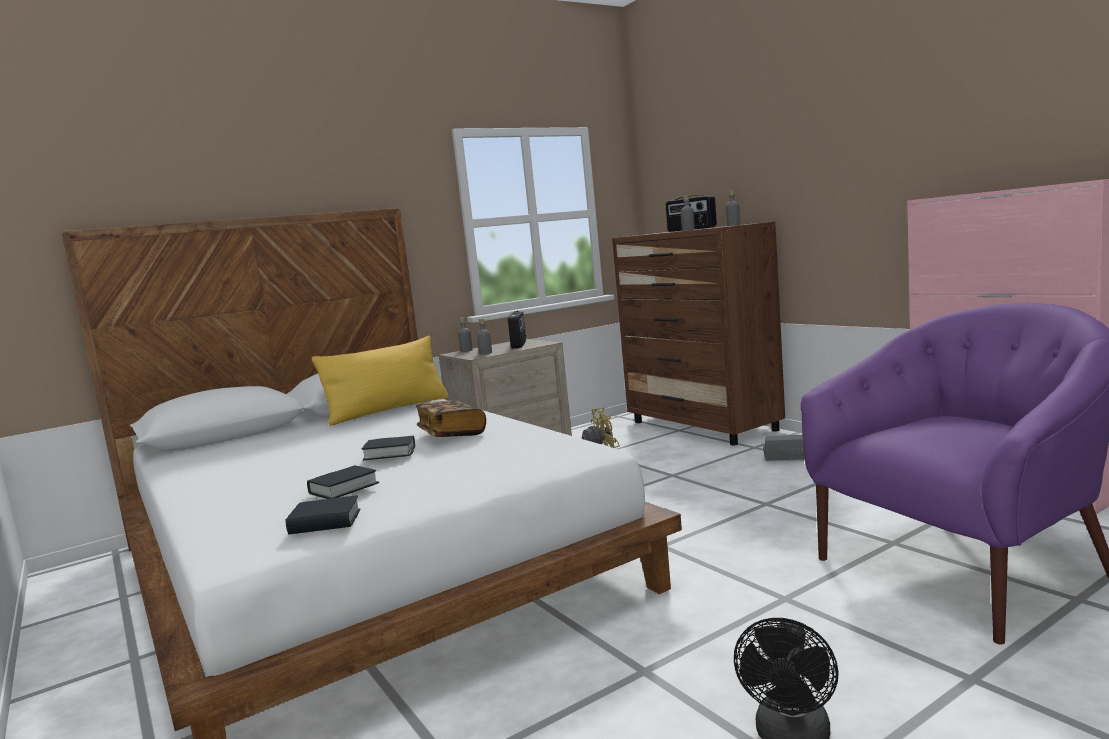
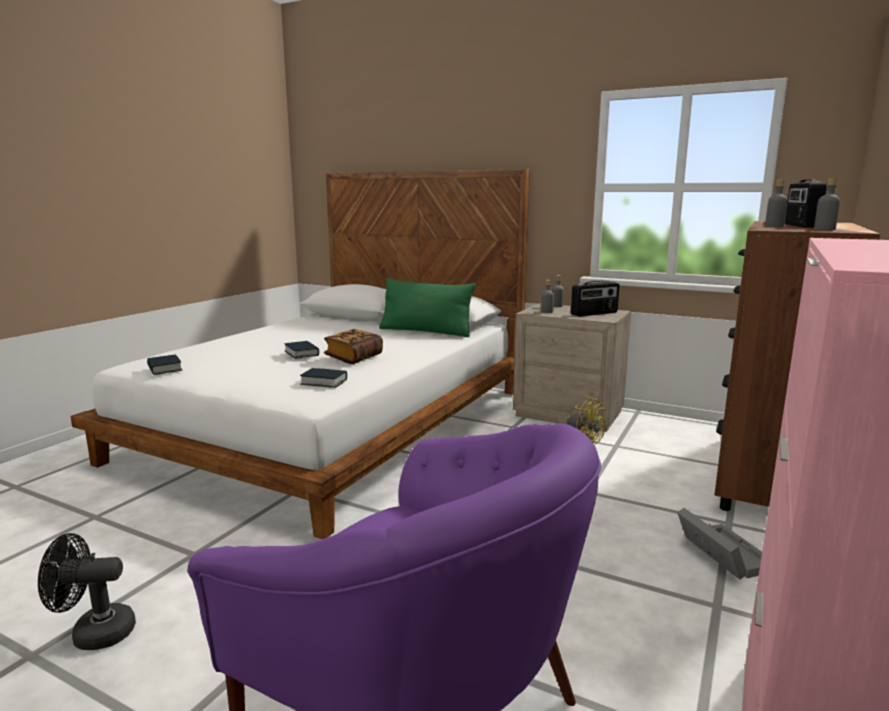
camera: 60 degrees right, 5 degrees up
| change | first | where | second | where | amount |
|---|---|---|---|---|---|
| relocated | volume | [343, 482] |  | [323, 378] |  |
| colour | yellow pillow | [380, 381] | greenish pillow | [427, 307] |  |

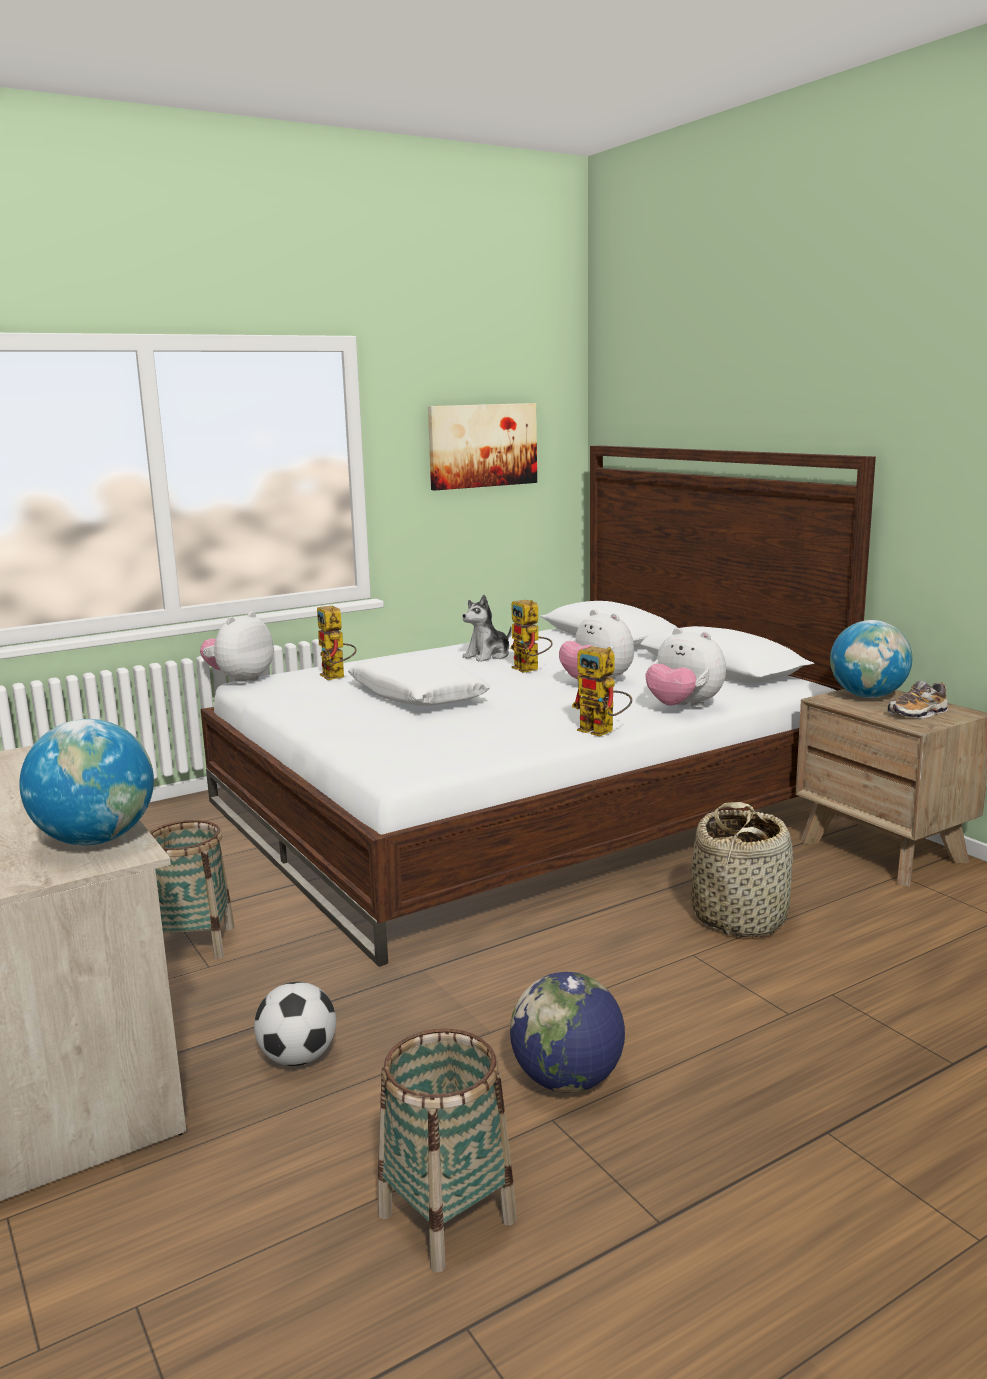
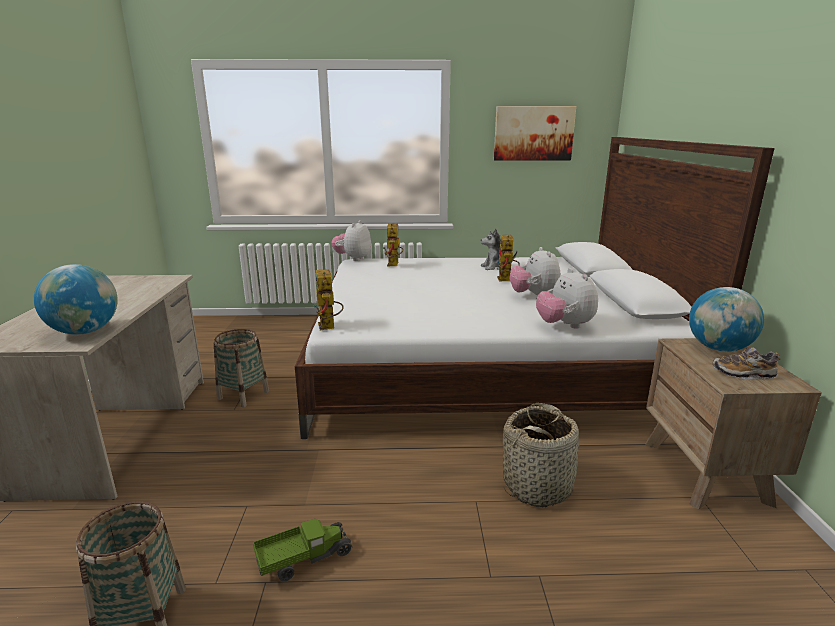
camera: 30 degrees right, 5 degrees up
| change | first | where | second | where | amount |
|---|---|---|---|---|---|
| missing | football | [295, 1024] |  |  |  |
| missing | whitish pillow | [419, 680] |  |  |  |
| relocated | toy robot | [602, 691] |  | [329, 299] |  |
| exchanged | desk globe | [567, 1032] | toy lorry | [302, 549] |  |
| spun | soft toy | [237, 648] |  | [351, 240] | 45 degrees counterclockwise |

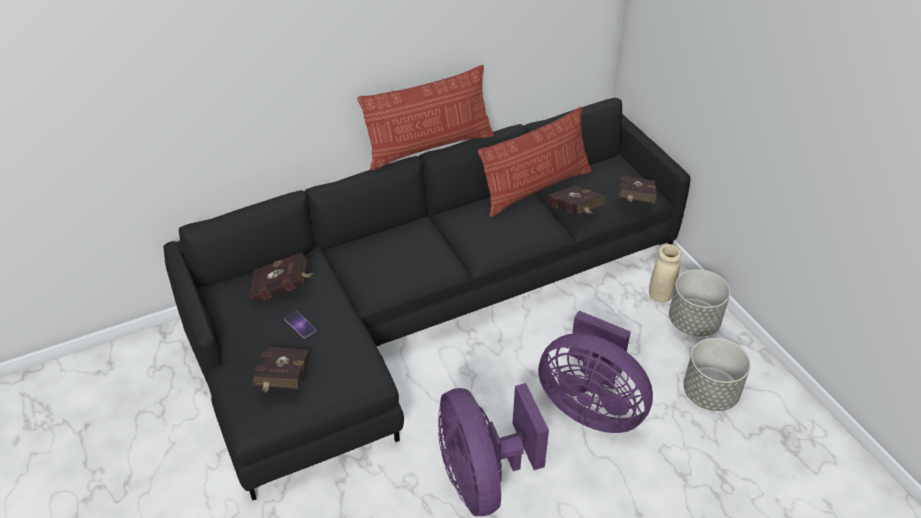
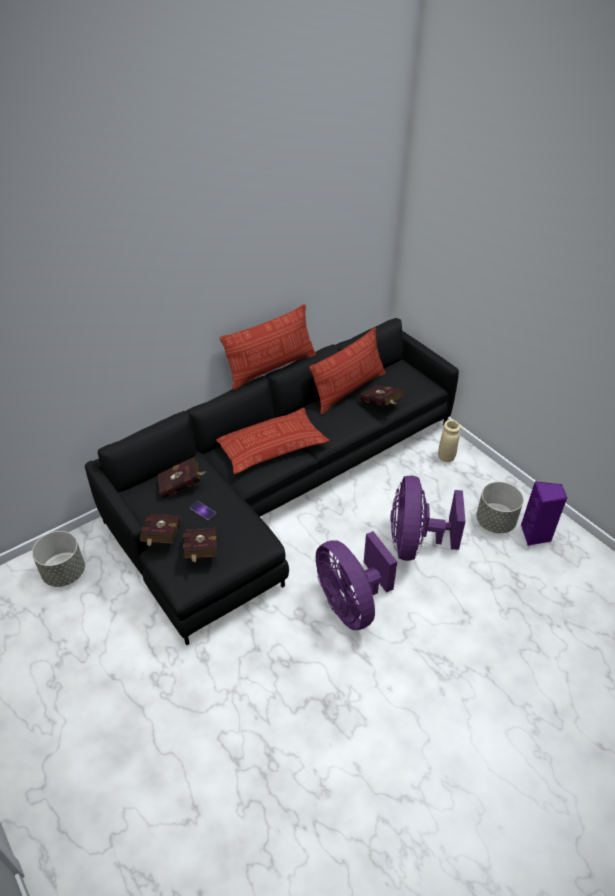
camera: 10 degrees left, 0 degrees up
| change | first | where | second | where | amount |
|---|---|---|---|---|---|
| appeared |  |  | pillow | [273, 441] |  |
| appeared |  |  | purple speaker | [544, 513] |  |
| relocated | red volume | [637, 189] |  | [160, 530] |  |
| relocated | gray plant pot | [699, 302] |  | [58, 559] |  |
| spun | purple cooling fan | [595, 372] |  | [428, 518] | 75 degrees clockwise |

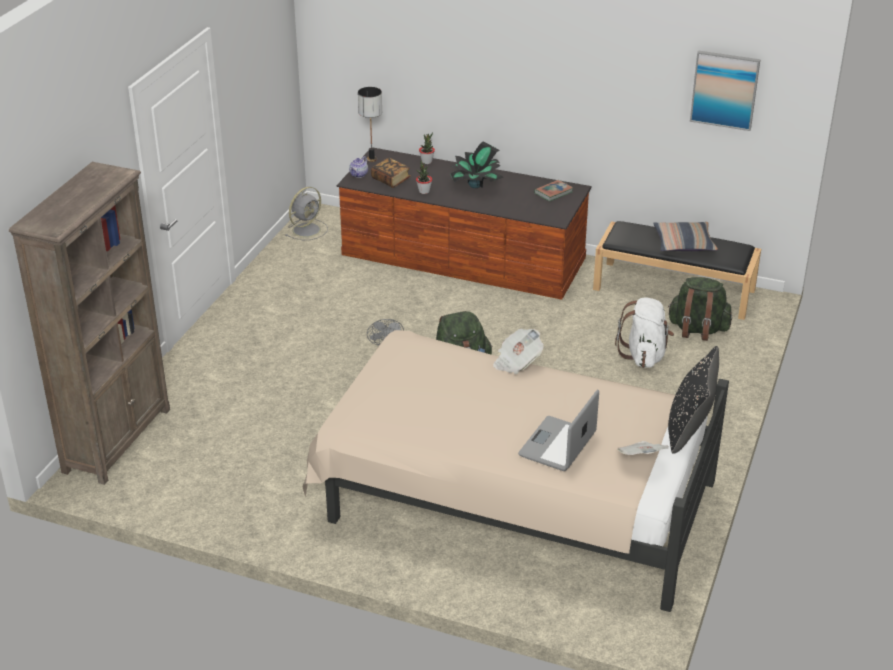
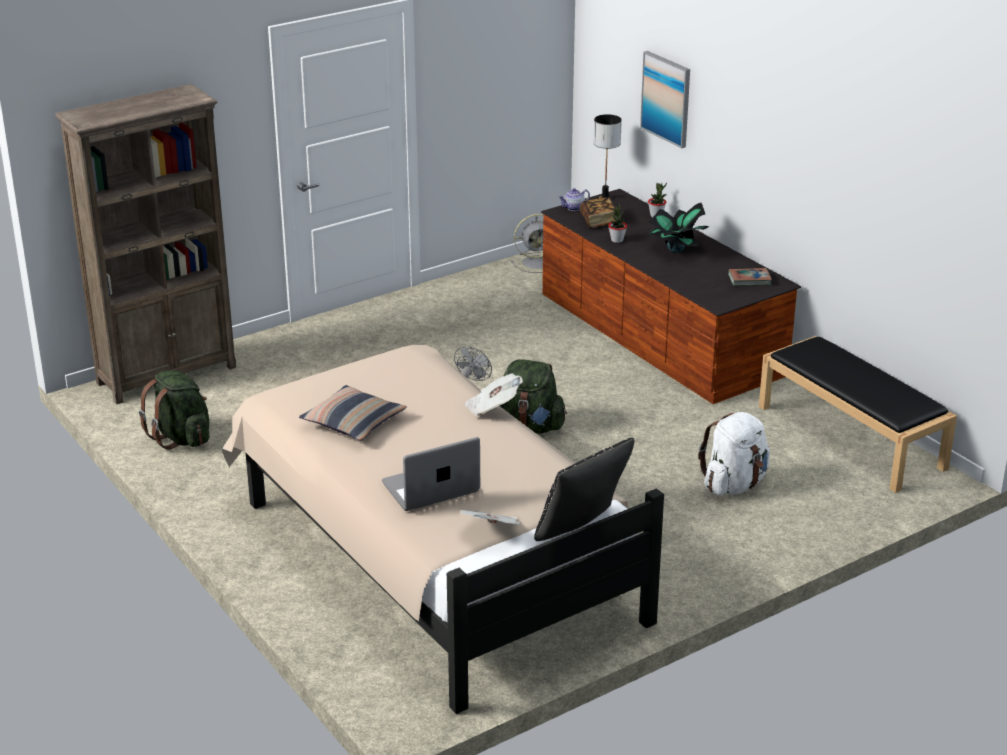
camera: 35 degrees right, 5 degrees down
| change | first | where | second | where | amount |
|---|---|---|---|---|---|
| relocated | pillow | [685, 236] |  | [353, 413] |  |
| relocated | greenish knapsack | [700, 309] |  | [174, 409] |  |
| relocated | wall picture | [725, 90] |  | [665, 99] |  |

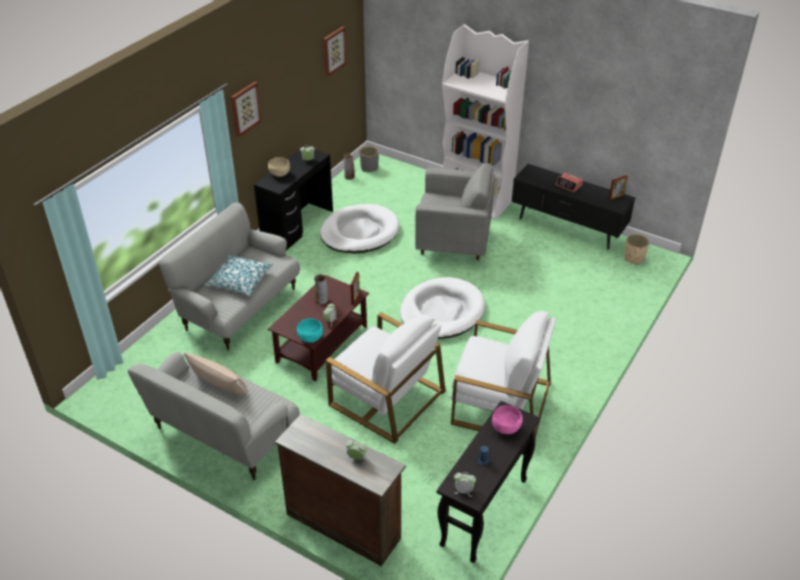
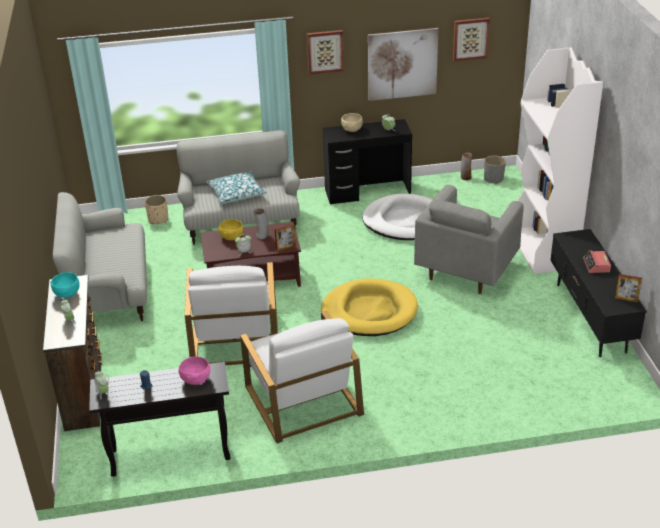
camera: 50 degrees right, 5 degrees down
| change | first | where | second | where | amount |
|---|---|---|---|---|---|
| missing | beige pillow | [215, 374] |  |  |  |
| appeared |  |  | yellow deep dish | [231, 229] |  |
| appeared |  |  | wall picture | [403, 64] |  |
| relocated | turquoise deep dish | [310, 330] |  | [65, 285] |  |
| relocated | beige plant pot | [636, 249] |  | [156, 209] |  |
| colour | whitish dog bed | [442, 308] | yellow dog bed | [369, 307] |  |
| spun | gray easy chair | [455, 212] |  | [469, 239] | 60 degrees clockwise |

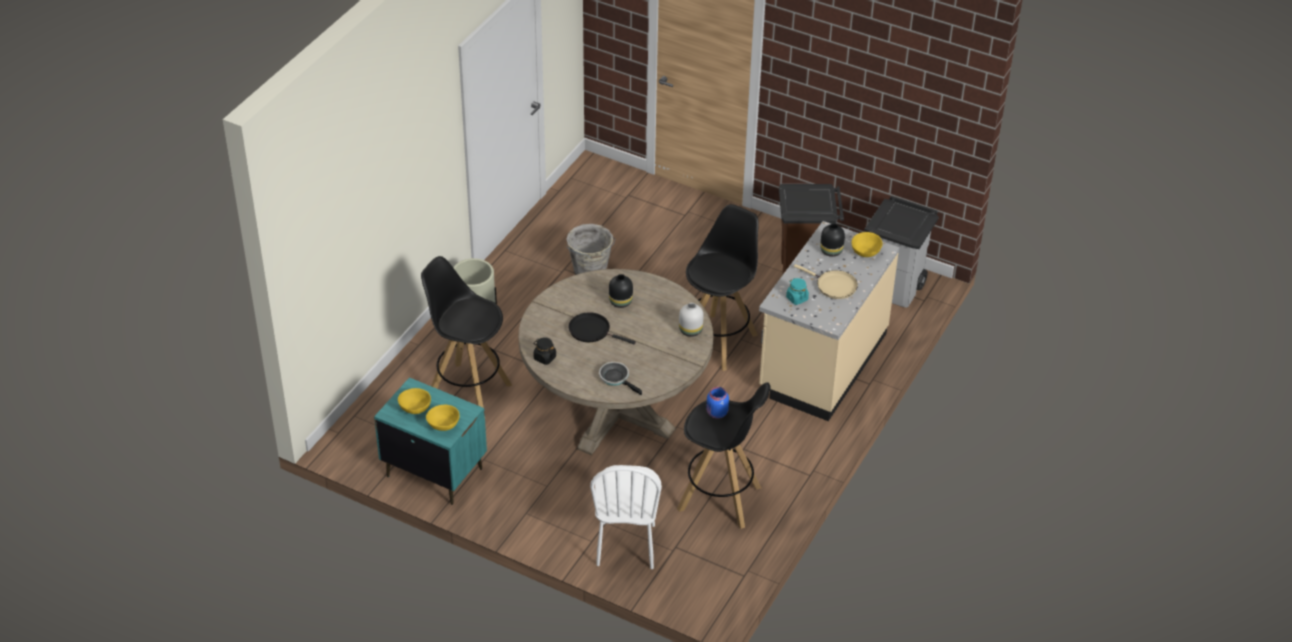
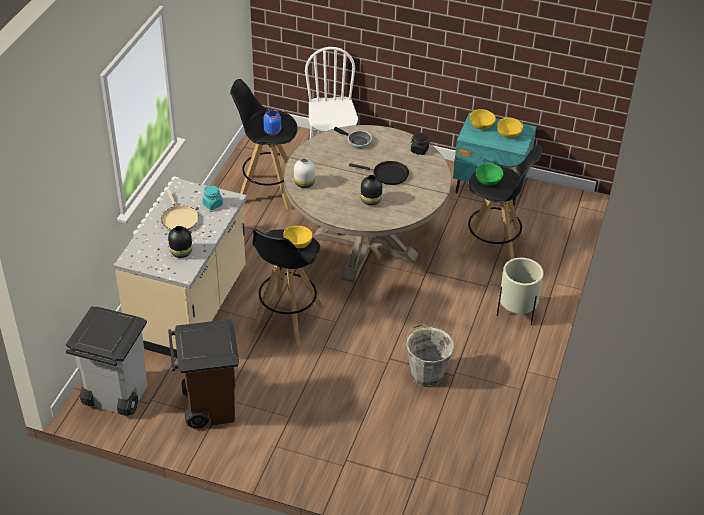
camera: 170 degrees right, 0 degrees up
| change | first | where | second | where | amount |
|---|---|---|---|---|---|
| appeared |  |  | greenish deep dish | [489, 174] |  |
| relocated | yellow deep dish | [867, 244] |  | [298, 237] |  |
| spun | beige frying pan | [826, 281] |  | [180, 210] | 135 degrees counterclockwise |

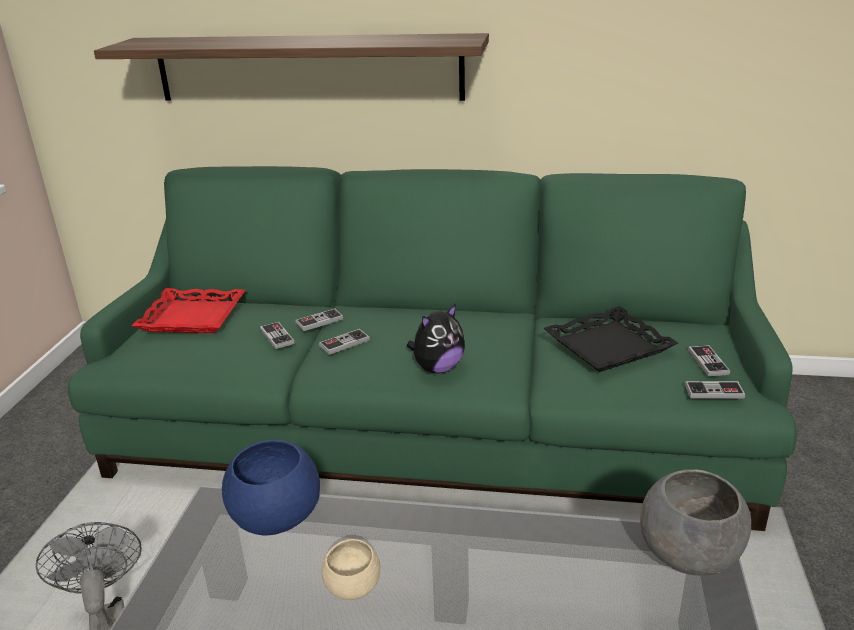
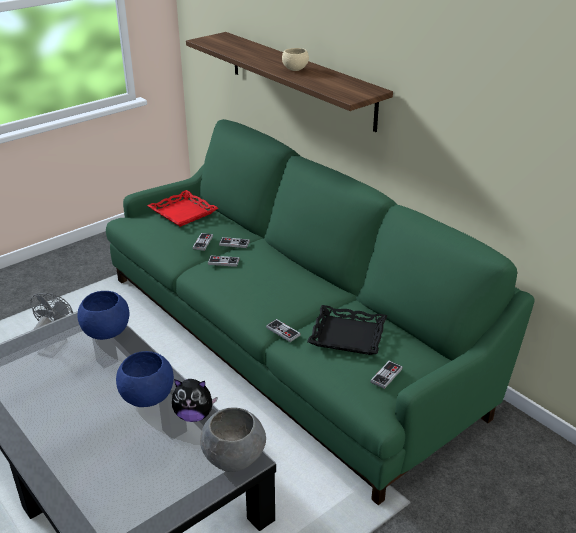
camera: 40 degrees right, 5 degrees up
| change | first | where | second | where | amount |
|---|---|---|---|---|---|
| appeared |  |  | blue deep dish | [145, 379] |  |
| relocated | beige deep dish | [351, 569] |  | [295, 59] |  |
| relocated | soft toy | [436, 338] |  | [195, 400] |  |
| relocated | joypad | [715, 389] |  | [283, 330] |  |

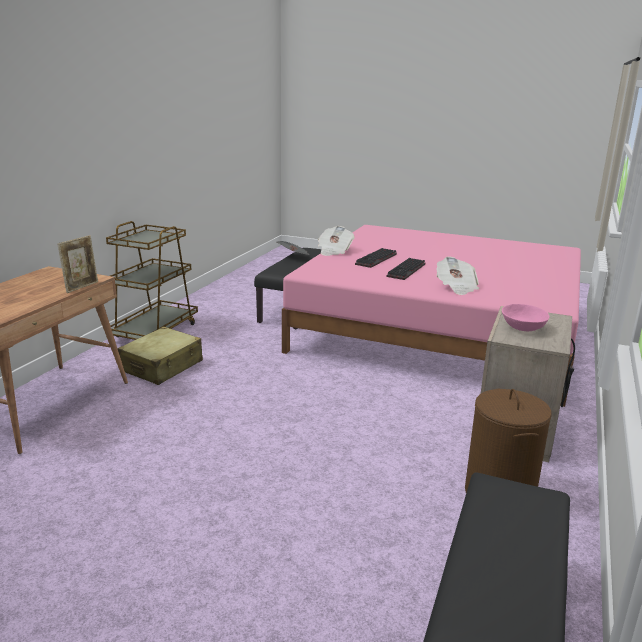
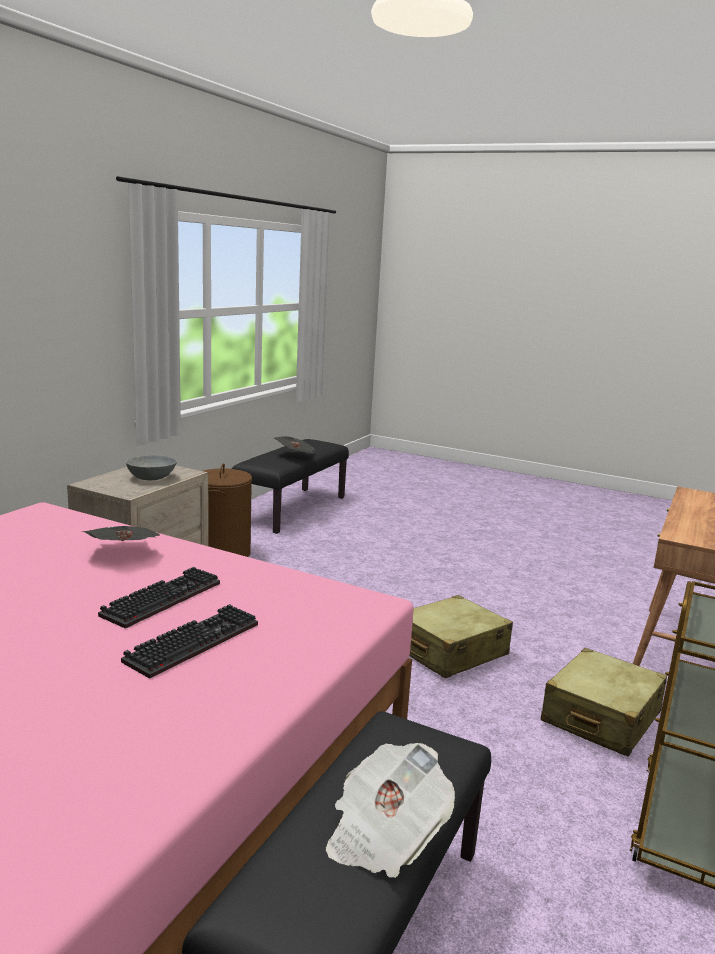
camera: 175 degrees left, 5 degrees down
| change | first | where | second | where | amount |
|---|---|---|---|---|---|
| missing | standing frame | [77, 264] |  |  |  |
| appeared |  |  | beige suitcase | [461, 636] |  |
| relocated | newspaper | [336, 241] |  | [294, 444] |  |
| colour | pink deep dish | [526, 317] | gray deep dish | [151, 467] |  |

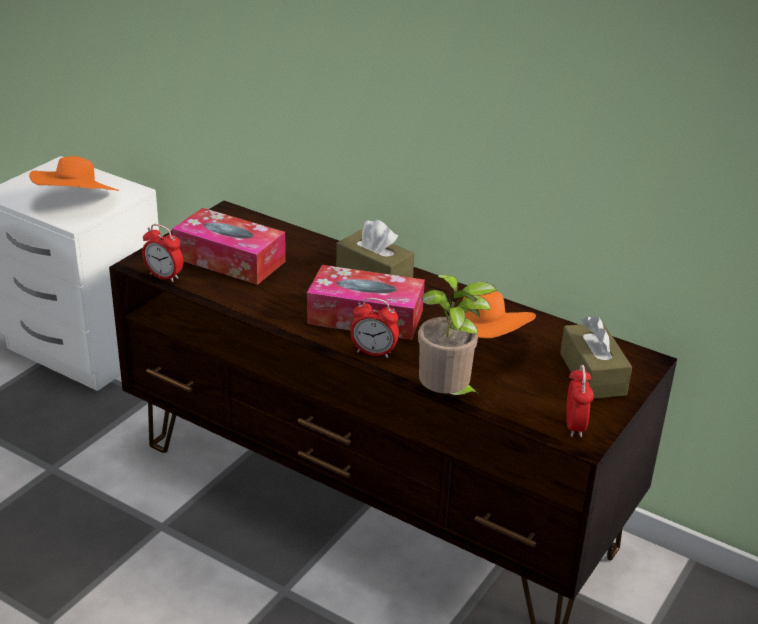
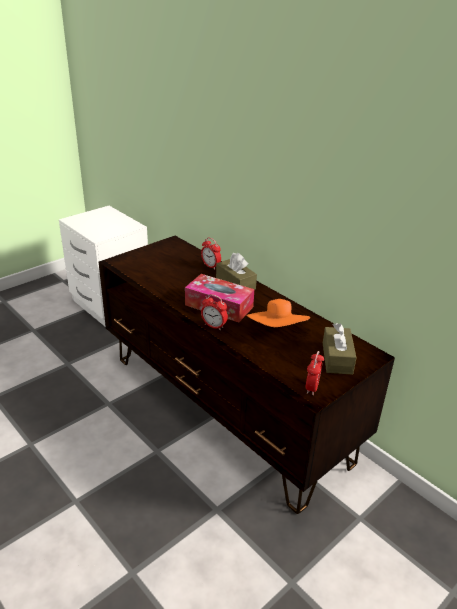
camera: 15 degrees right, 0 degrees up
| change | first | where | second | where | amount |
|---|---|---|---|---|---|
| missing | orange-coloured hat | [74, 173] |  |  |  |
| missing | box of tissues | [229, 246] |  |  |  |
| missing | potted plant | [457, 335] |  |  |  |
| relocated | bedside clock | [162, 253] |  | [211, 254] |  |

